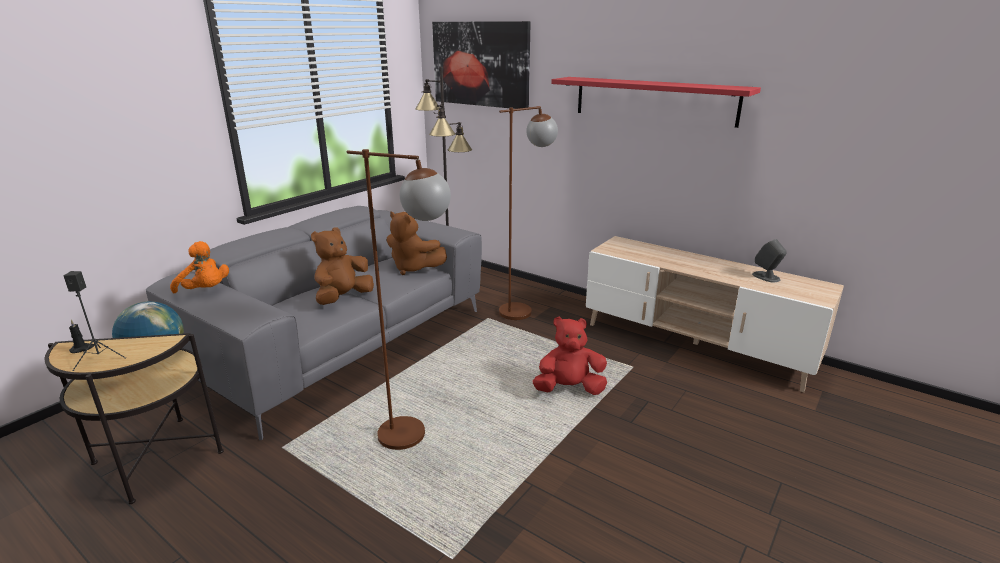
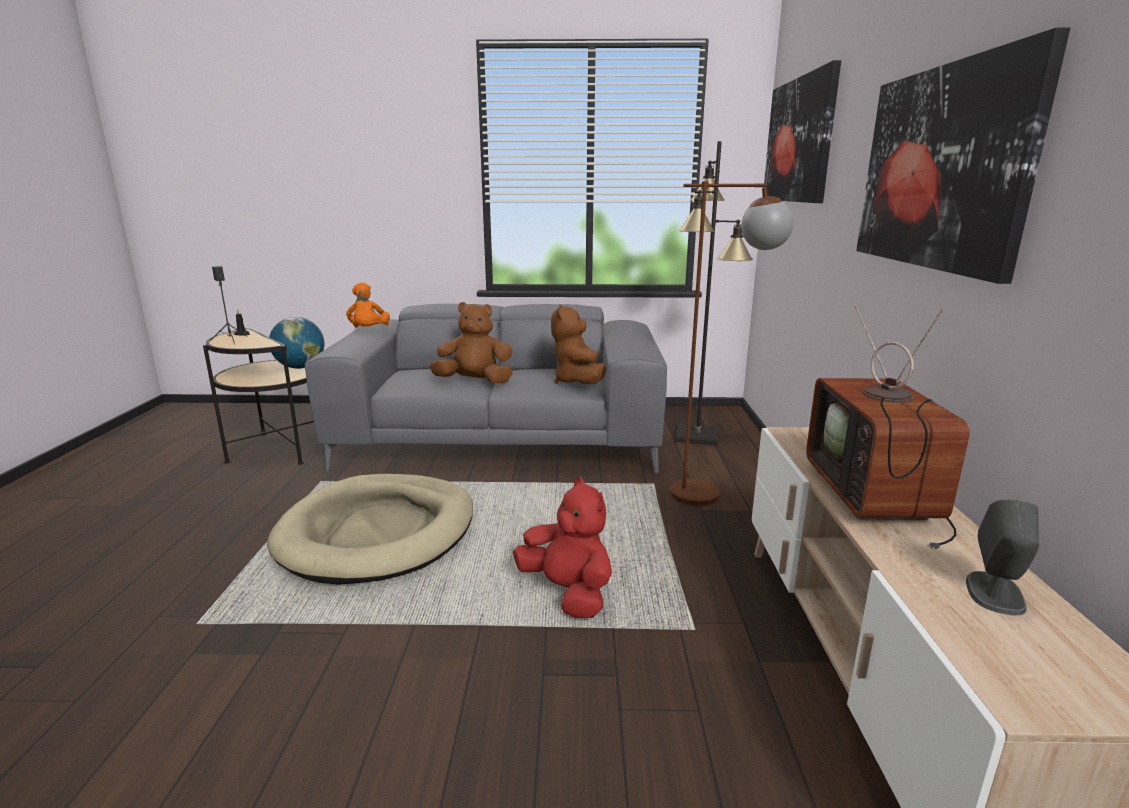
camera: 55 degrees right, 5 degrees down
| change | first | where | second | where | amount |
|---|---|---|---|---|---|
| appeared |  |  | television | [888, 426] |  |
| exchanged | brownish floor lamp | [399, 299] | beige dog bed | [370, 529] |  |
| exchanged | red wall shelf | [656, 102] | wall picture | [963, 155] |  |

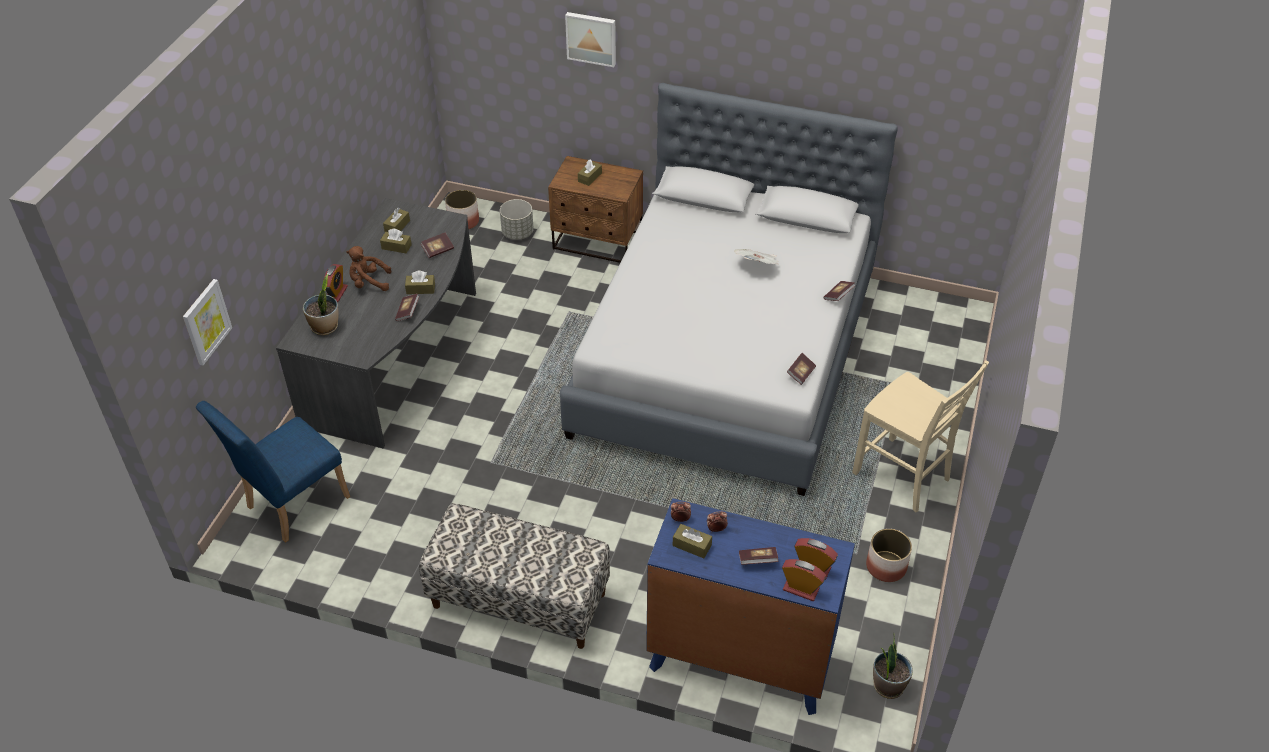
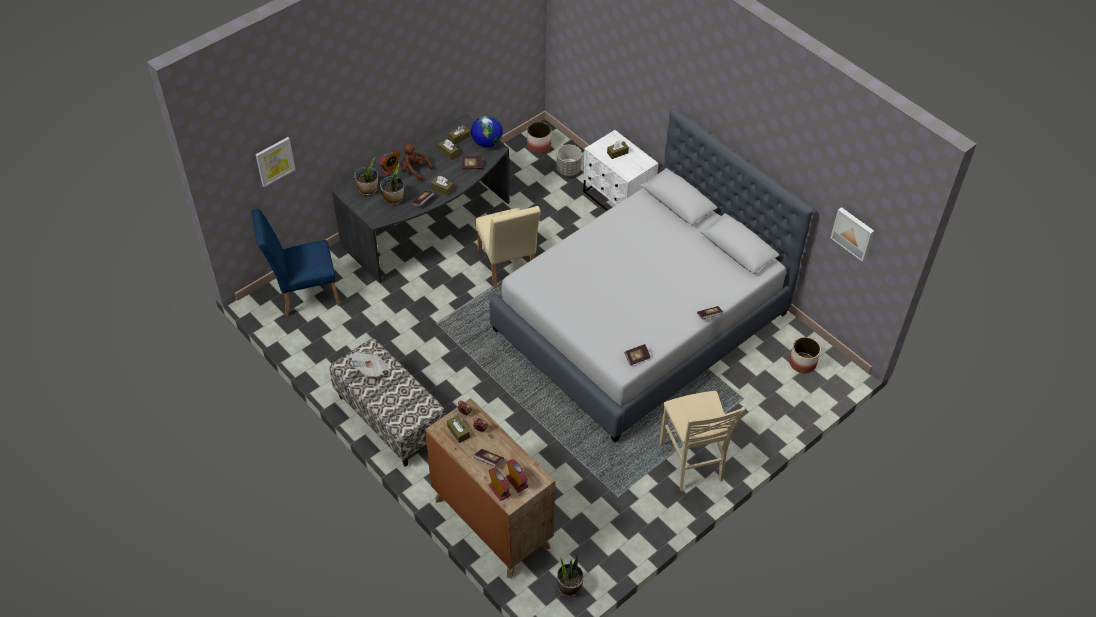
camera: 30 degrees right, 5 degrees up
| change | first | where | second | where | amount |
|---|---|---|---|---|---|
| appeared |  |  | potted plant | [392, 184] |  |
| appeared |  |  | desk globe | [487, 131] |  |
| appeared |  |  | beige chair | [508, 247] |  |
| relocated | wall picture | [590, 39] |  | [852, 234] |  |
| relocated | newspaper | [756, 256] |  | [370, 364] |  |
| relocated | plant pot | [889, 555] |  | [805, 355] |  |
| colour | brownish nightstand | [595, 209] | whitish nightstand | [620, 170] |  |
| colour | blue dresser | [750, 606] | brownish dresser | [490, 488] |  |

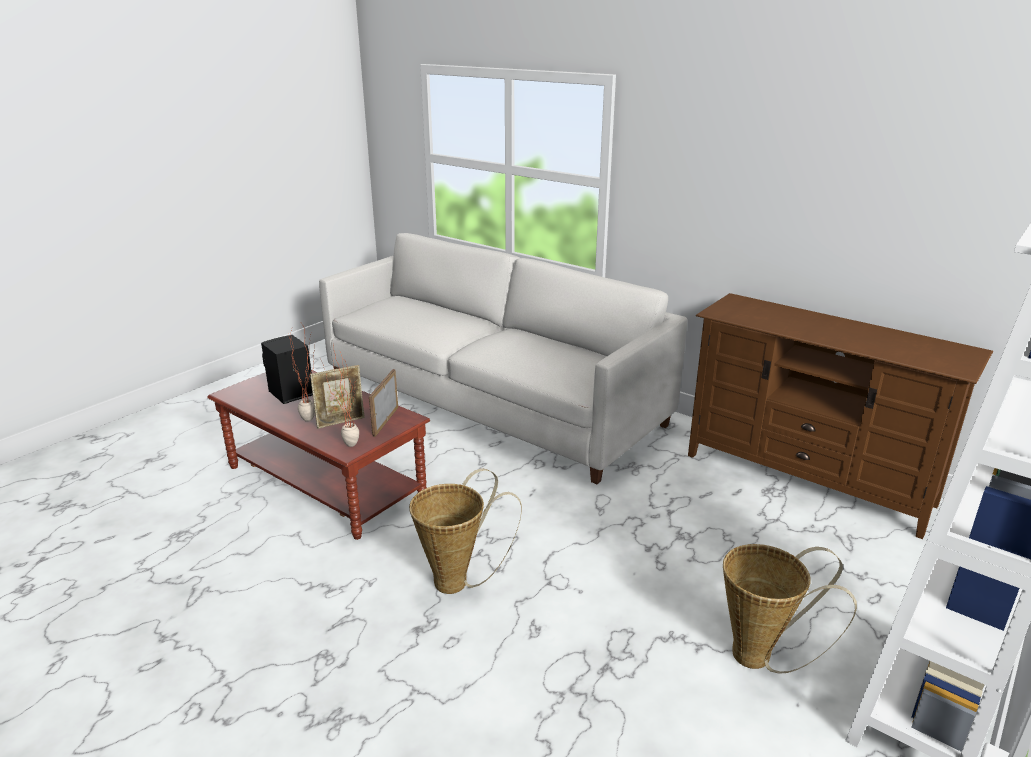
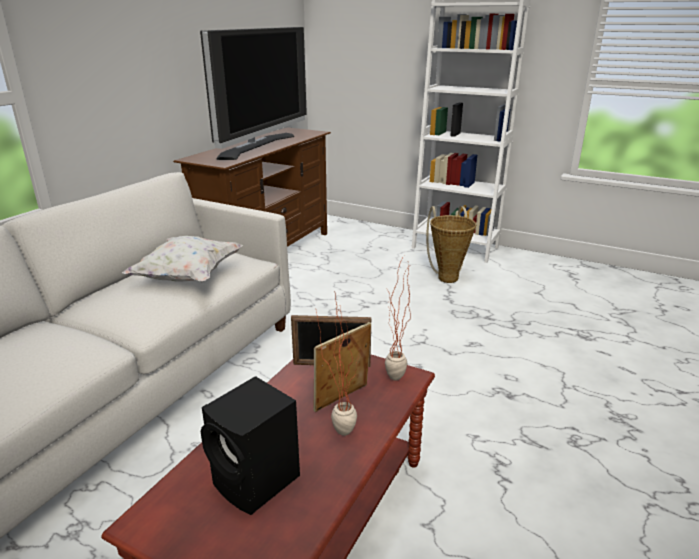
camera: 100 degrees left, 0 degrees up
| change | first | where | second | where | amount |
|---|---|---|---|---|---|
| missing | storage basket | [465, 531] |  |  |  |
| appeared |  |  | whitish pillow | [182, 259] |  |
| appeared |  |  | television | [253, 93] |  |
| spun | standing frame | [337, 397] |  | [342, 367] | 90 degrees counterclockwise |

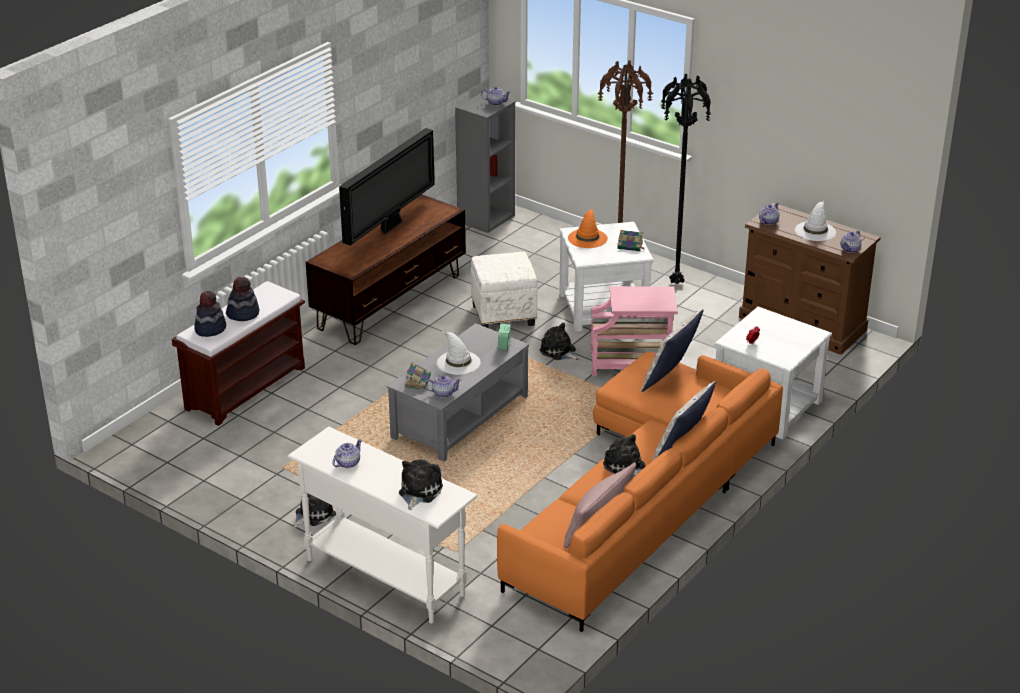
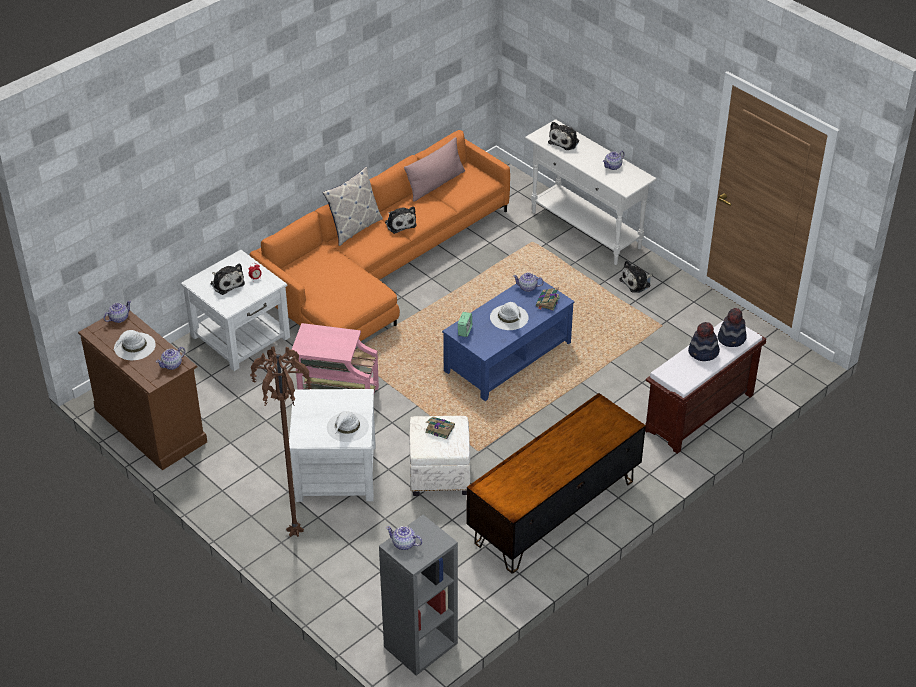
camera: 170 degrees left, 10 degrees up
| change | first | where | second | where | amount |
|---|---|---|---|---|---|
| missing | television | [387, 186] |  |  |  |
| missing | pillow | [672, 350] |  |  |  |
| missing | blackish floor lamp | [686, 179] |  |  |  |
| relocated | soft toy | [559, 341] |  | [228, 279] |  |
| relocated | volume | [630, 240] |  | [440, 427] |  |
| colour | gray low table | [458, 392] | blue low table | [508, 337] |  |
| colour | orange-coloured hat | [588, 228] | whitish hat | [348, 426] |  |

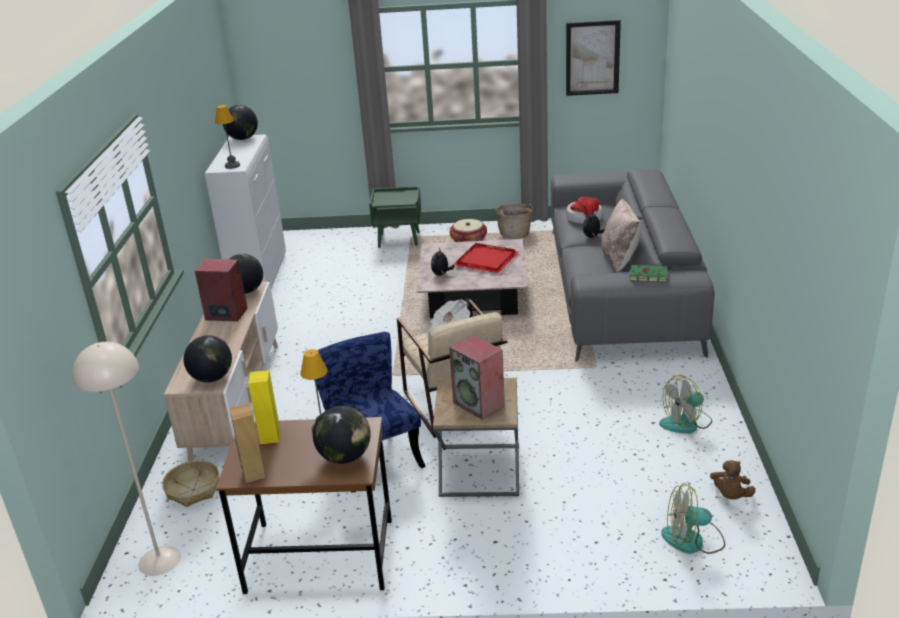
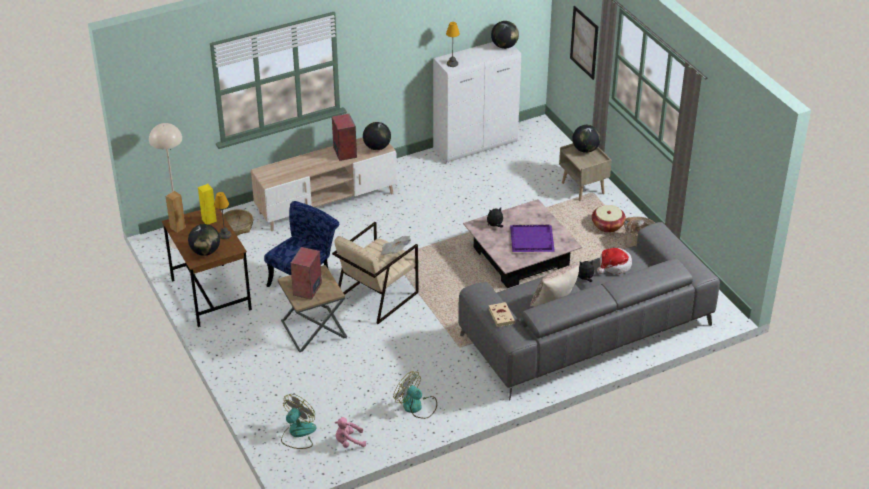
camera: 60 degrees right, 10 degrees up
| change | first | where | second | where | amount |
|---|---|---|---|---|---|
| relocated | desk globe | [208, 358] |  | [586, 139] |  |
| relocated | wall picture | [593, 58] |  | [584, 43] |  |
| colour | greenish nightstand | [395, 217] | beige nightstand | [585, 172] |  |
| colour | red tray | [486, 258] | purple tray | [532, 238] |  |
| colour | greenish volume | [645, 273] | beige volume | [502, 314] |  |
| colour | brownish soft toy | [732, 479] | pink soft toy | [350, 432] |  |
| spun | cooling fan | [693, 518] |  | [299, 421] | 60 degrees clockwise |

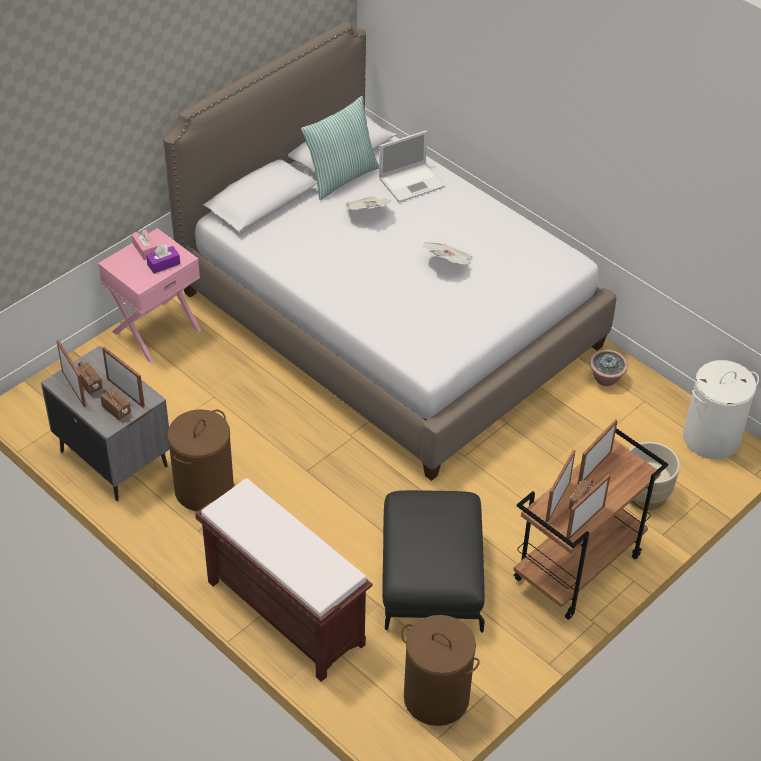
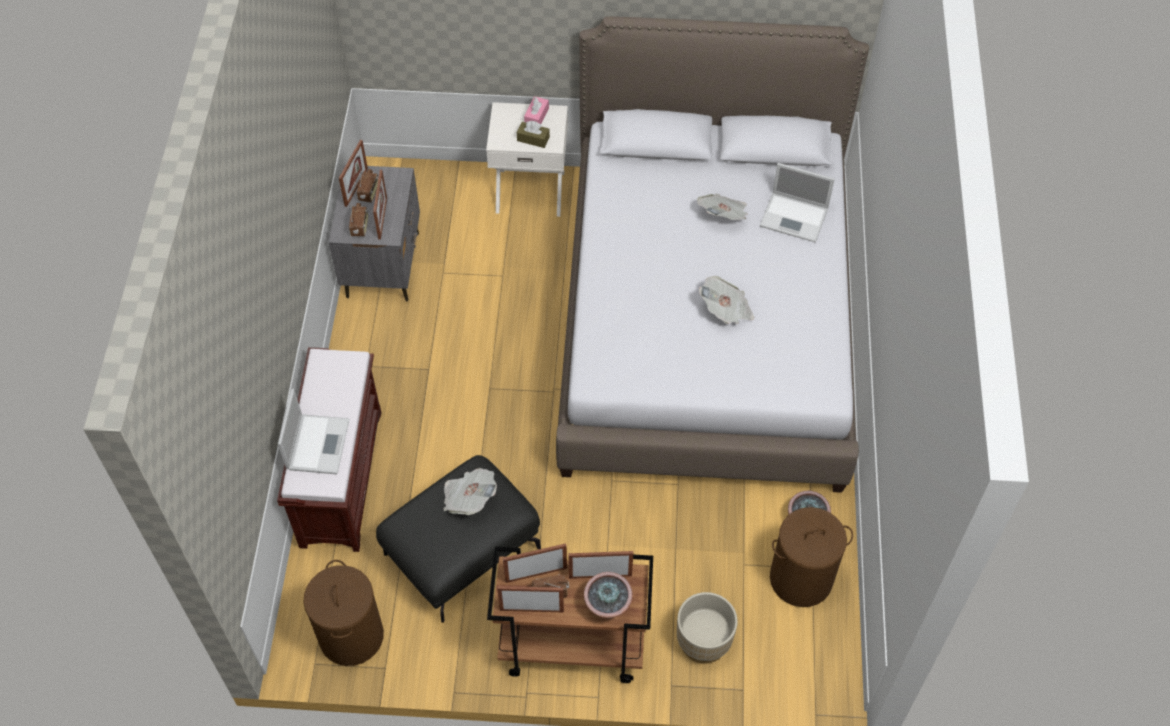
camera: 50 degrees right, 10 degrees up
| change | first | where | second | where | amount |
|---|---|---|---|---|---|
| missing | pillow | [340, 148] |  |  |  |
| missing | whitish hamper | [721, 409] |  |  |  |
| appeared |  |  | notebook computer | [314, 431] |  |
| appeared |  |  | newspaper | [470, 491] |  |
| appeared |  |  | potted plant | [608, 595] |  |
| relocated | brownish hamper | [200, 460] |  | [811, 557] |  |
| colour | pink nightstand | [149, 295] | whitish nightstand | [527, 159] |  |
| colour | purple box of tissues | [163, 258] | brownish box of tissues | [533, 134] |  |

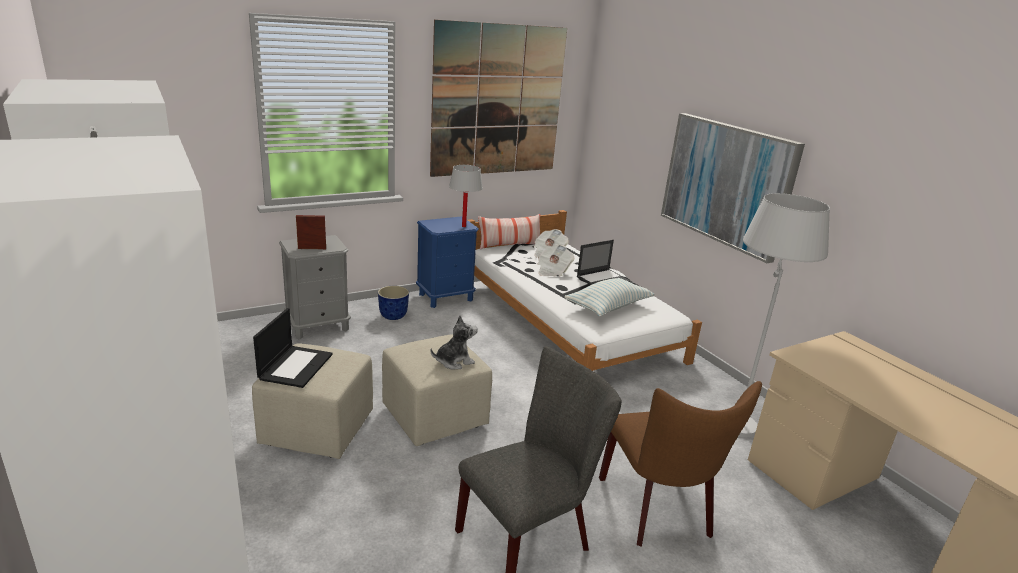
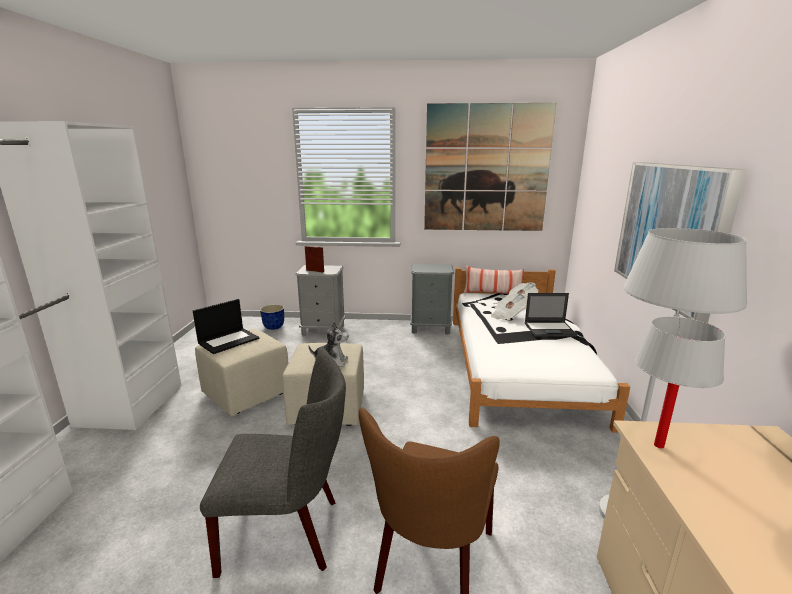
camera: 35 degrees right, 5 degrees down
| change | first | where | second | where | amount |
|---|---|---|---|---|---|
| missing | pillow | [609, 297] |  |  |  |
| relocated | plant pot | [393, 303] |  | [272, 317] |  |
| relocated | whitish table lamp | [466, 196] |  | [680, 383] |  |
| colour | blue nightstand | [447, 262] | gray nightstand | [432, 299] |  |

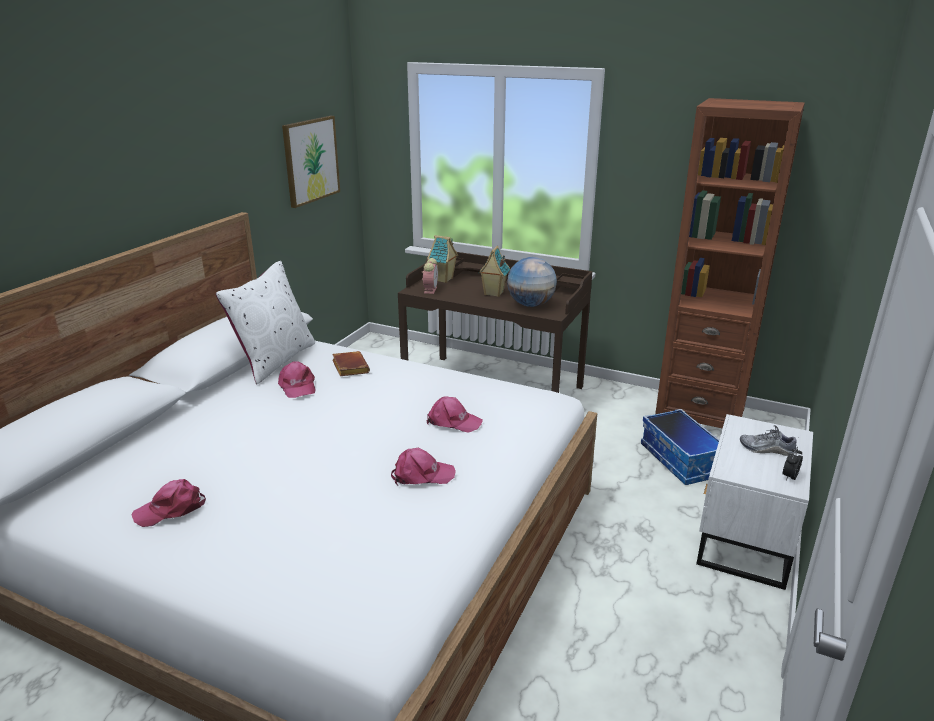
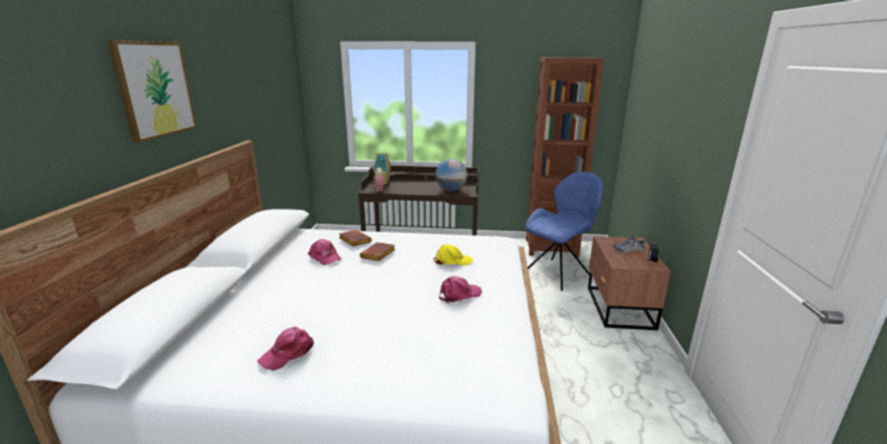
camera: 20 degrees left, 5 degrees down
| change | first | where | second | where | amount |
|---|---|---|---|---|---|
| missing | whitish pillow | [265, 322] |  |  |  |
| missing | miniature house | [494, 271] |  |  |  |
| appeared |  |  | brownish volume | [378, 251] |  |
| relocated | wall picture | [311, 162] |  | [152, 91] |  |
| exchanged | storage box | [680, 447] | blue chair | [564, 231] |  |
| colour | pink cap | [455, 414] | yellow cap | [453, 255] |  |
| colour | whitish nightstand | [754, 502] | brownish nightstand | [629, 283] |  |

